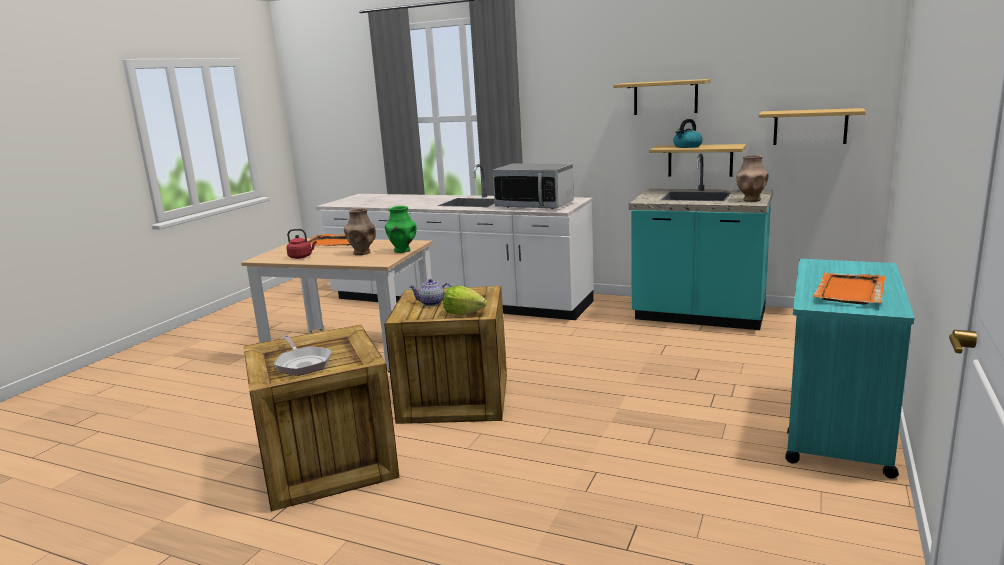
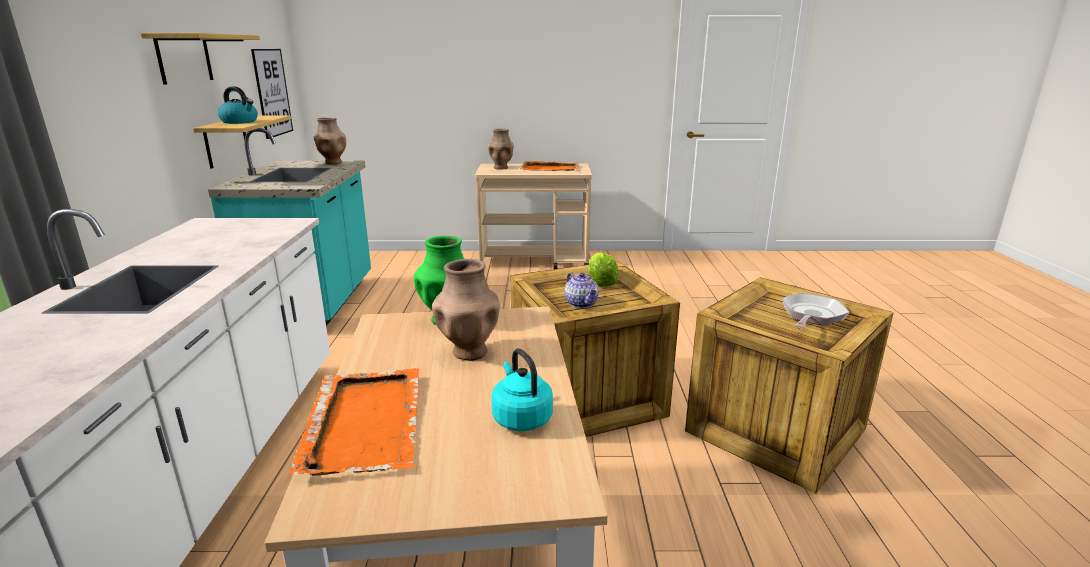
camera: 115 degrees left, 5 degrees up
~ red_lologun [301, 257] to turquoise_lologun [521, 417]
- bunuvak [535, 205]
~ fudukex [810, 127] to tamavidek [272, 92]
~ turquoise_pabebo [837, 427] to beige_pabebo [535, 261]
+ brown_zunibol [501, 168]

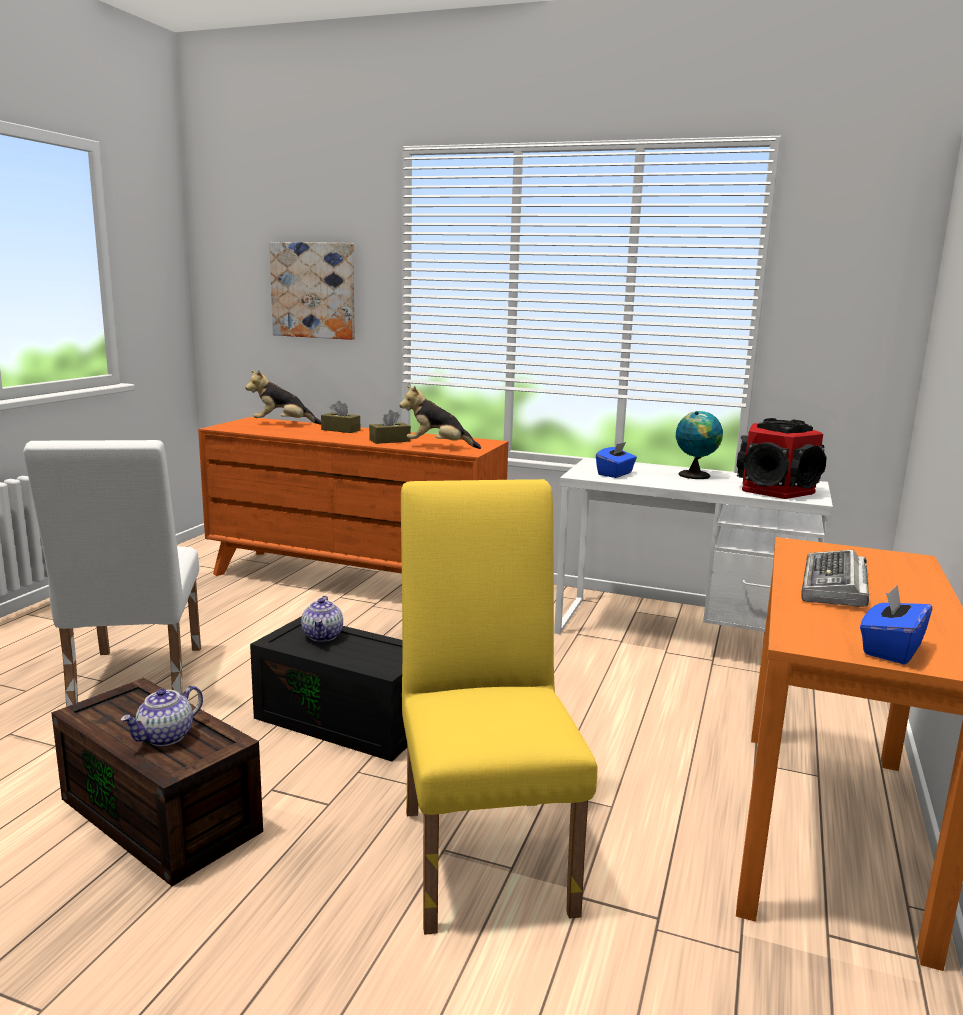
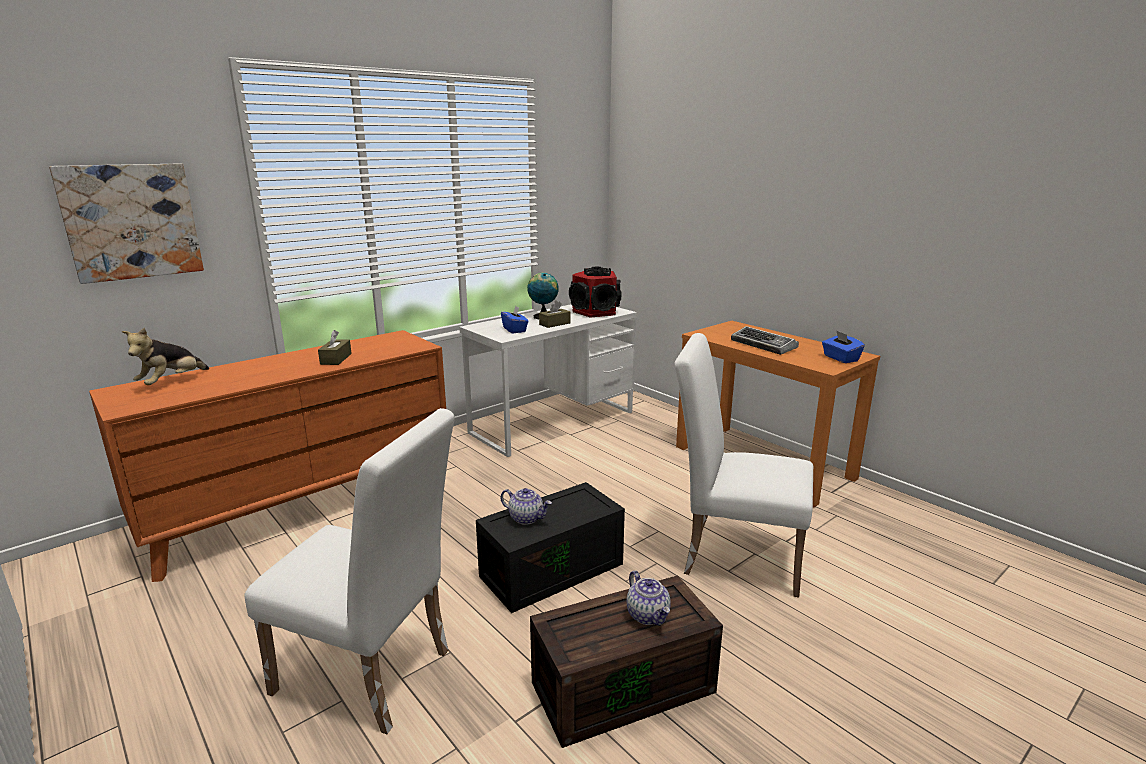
camera: 60 degrees left, 5 degrees up
~ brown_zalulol [340, 430] to [554, 324]
- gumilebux [438, 447]
~ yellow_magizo [485, 847] to white_magizo [733, 556]

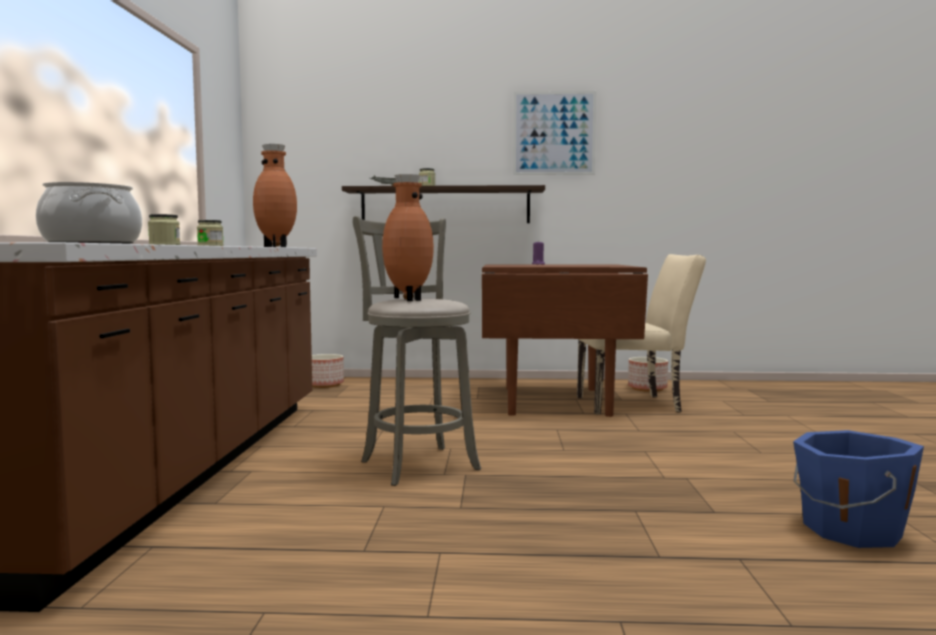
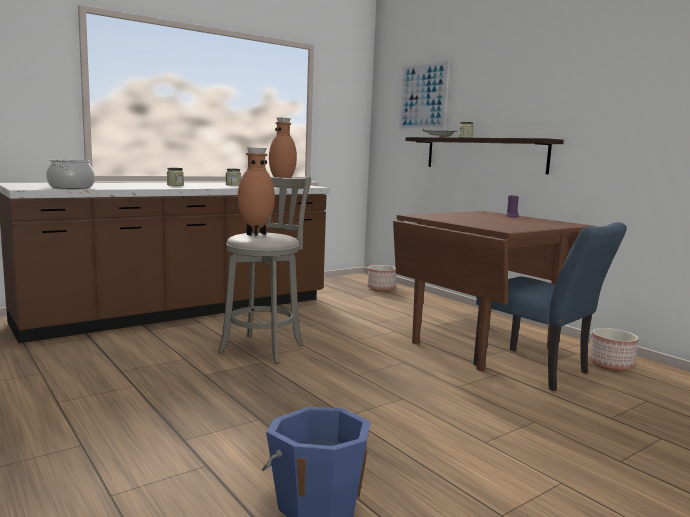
camera: 50 degrees right, 5 degrees up
~ tamavidek [554, 133] to [423, 96]
~ beige_magizo [635, 404] to blue_magizo [538, 371]

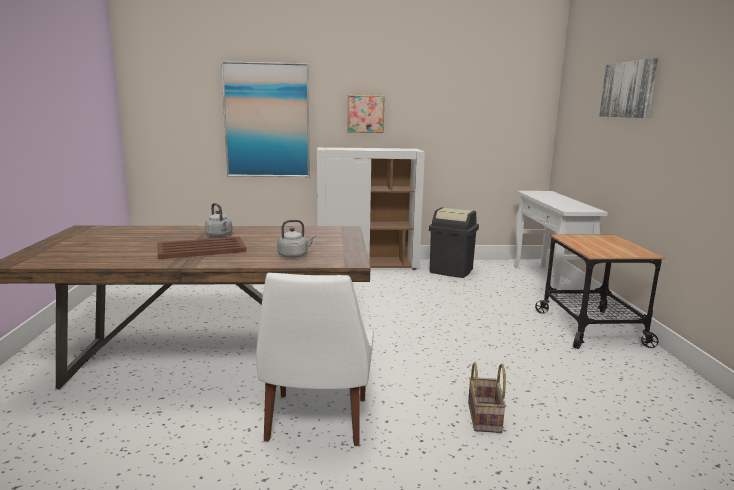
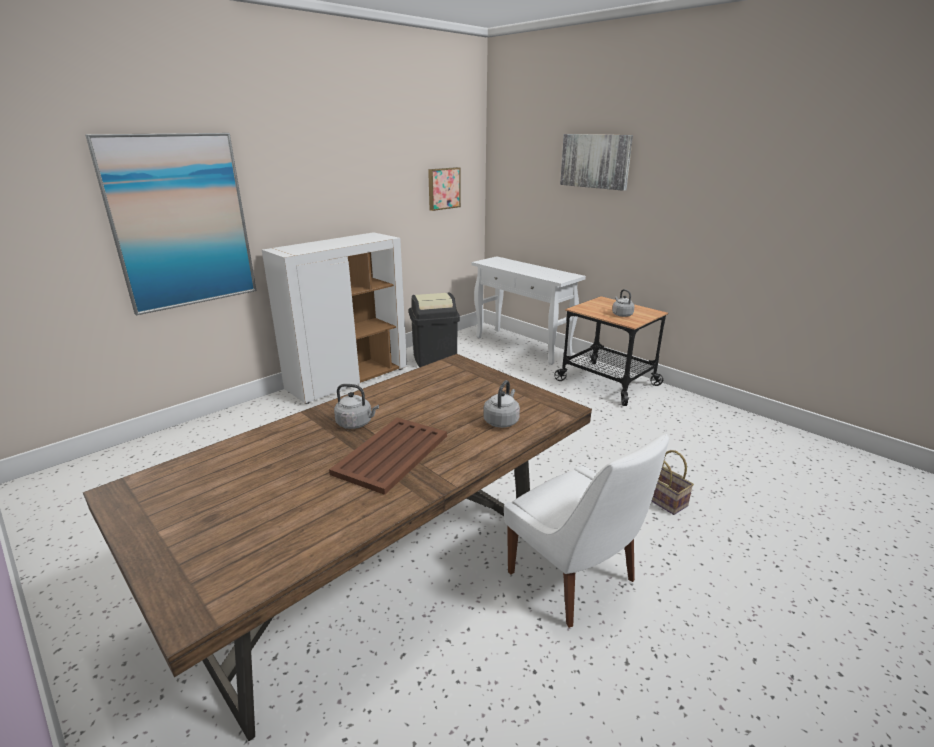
camera: 40 degrees left, 10 degrees up
~ tamavidek [365, 114] to [443, 188]
+ grey_lologun [621, 314]

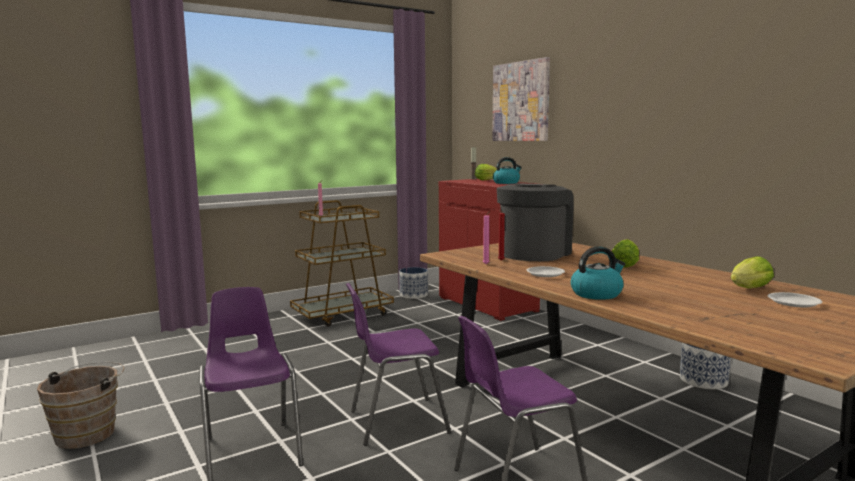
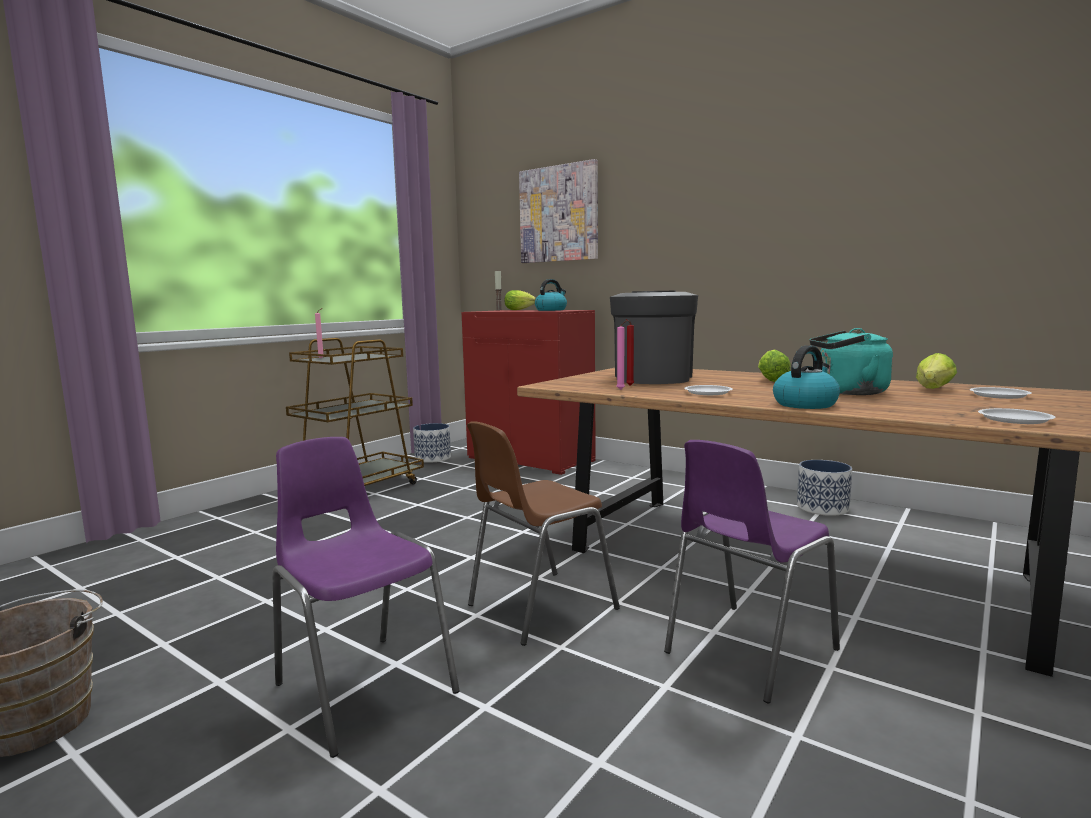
camera: 20 degrees left, 0 degrees up
~ purple_magizo [395, 421] to brown_magizo [538, 607]
+ turquoise_lologun [848, 392]
+ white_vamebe [1015, 420]

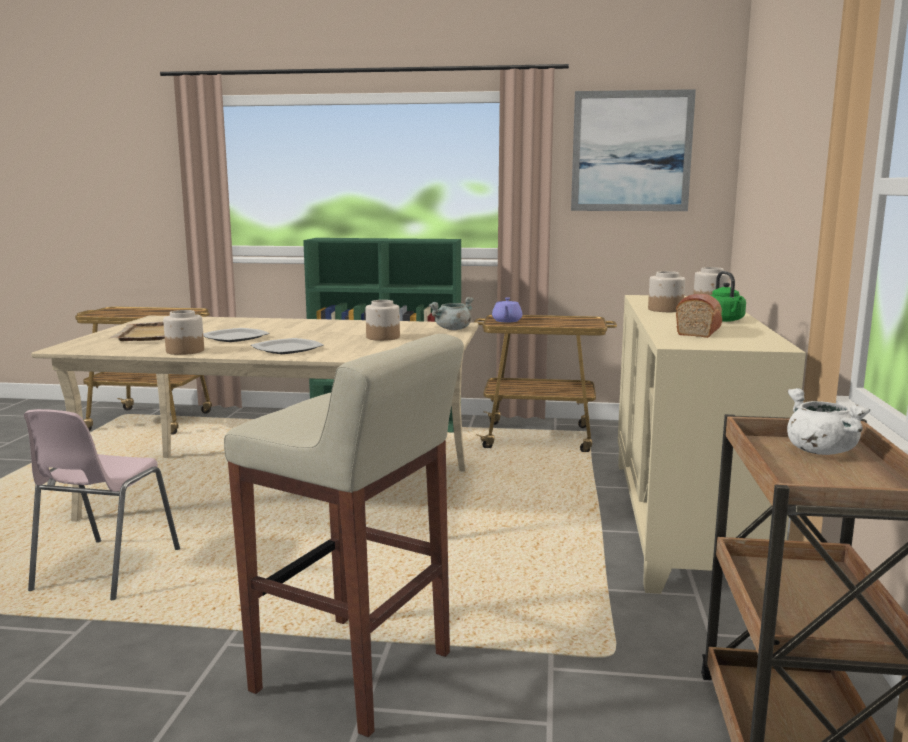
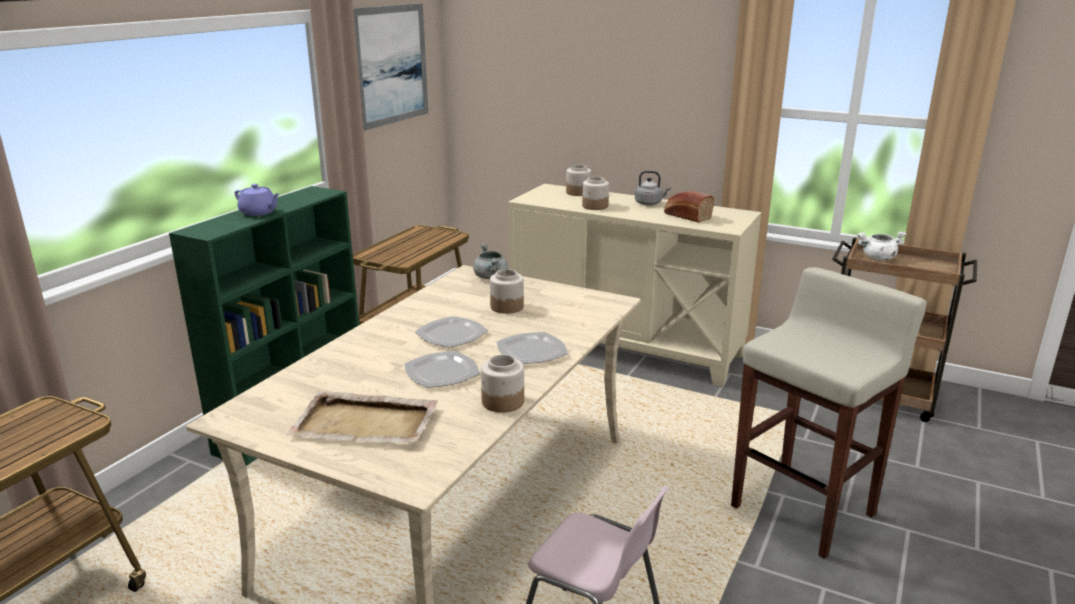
camera: 70 degrees left, 10 degrees up
~ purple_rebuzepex [506, 321] to [259, 212]
~ green_lologun [725, 320] to grey_lologun [650, 203]
+ vamebe [452, 334]

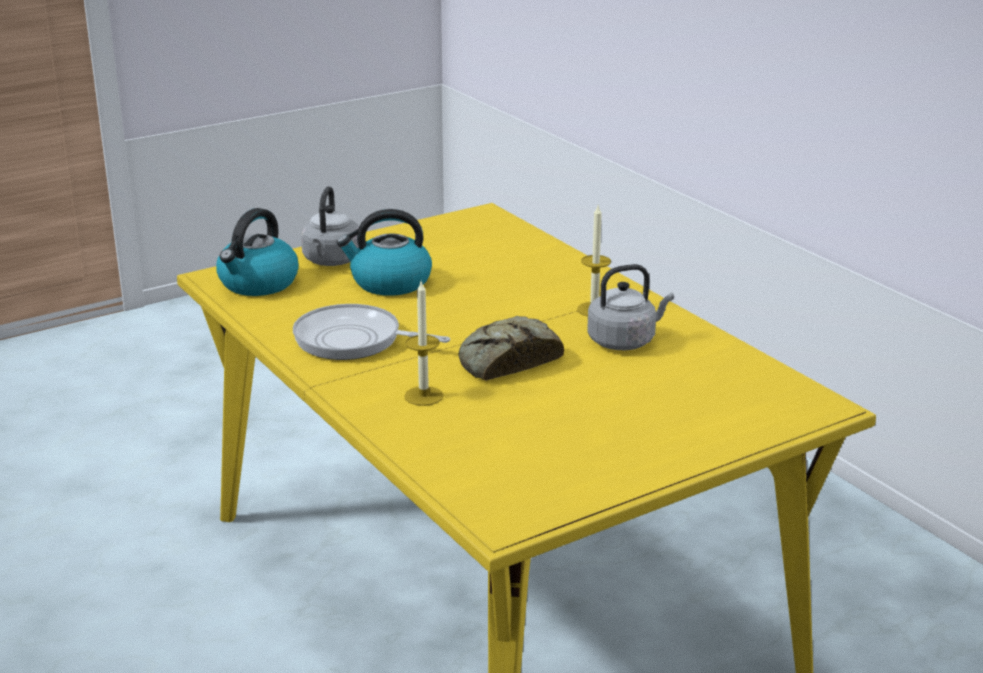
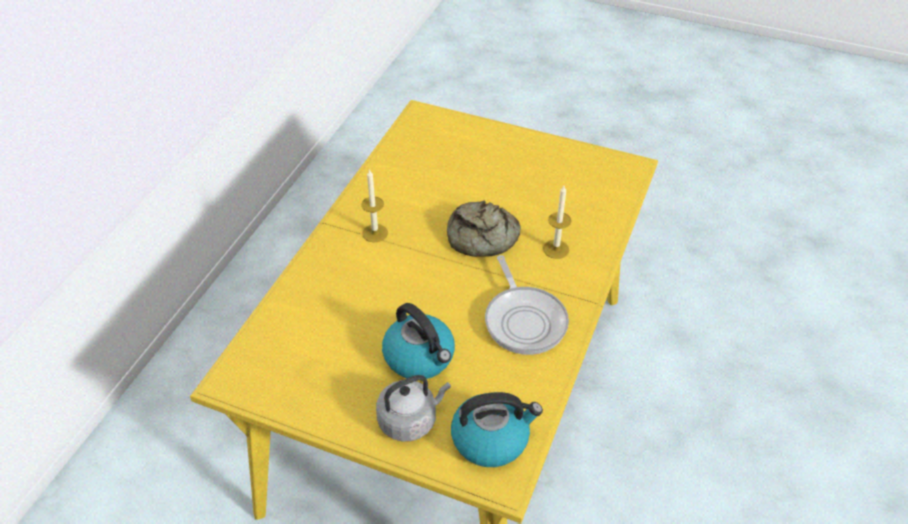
camera: 125 degrees left, 20 degrees up
- grey_lologun [624, 341]

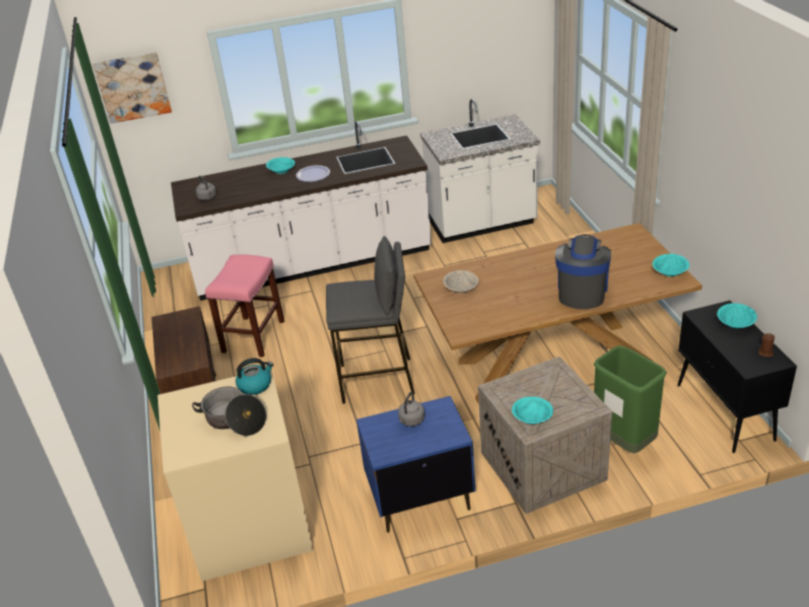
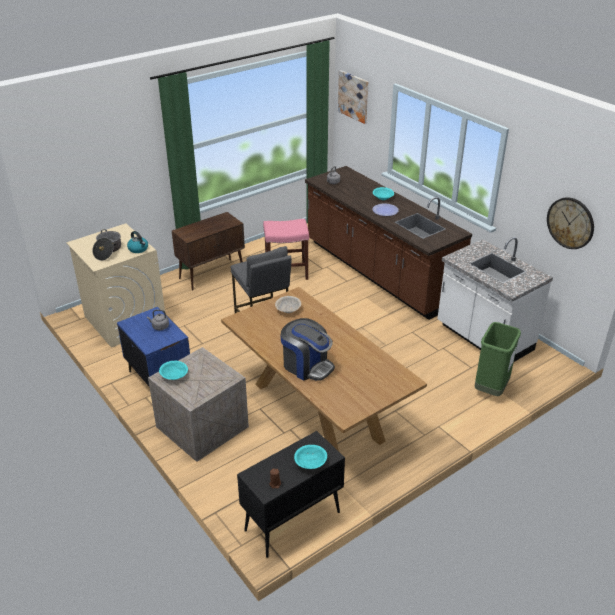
camera: 65 degrees right, 0 degrees up
~ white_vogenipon [313, 263] to brown_vogenipon [378, 272]
~ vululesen [581, 291] = [307, 366] 45 degrees clockwise
~ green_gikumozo [624, 442] to [491, 389]
- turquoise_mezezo [670, 272]
+ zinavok [570, 223]

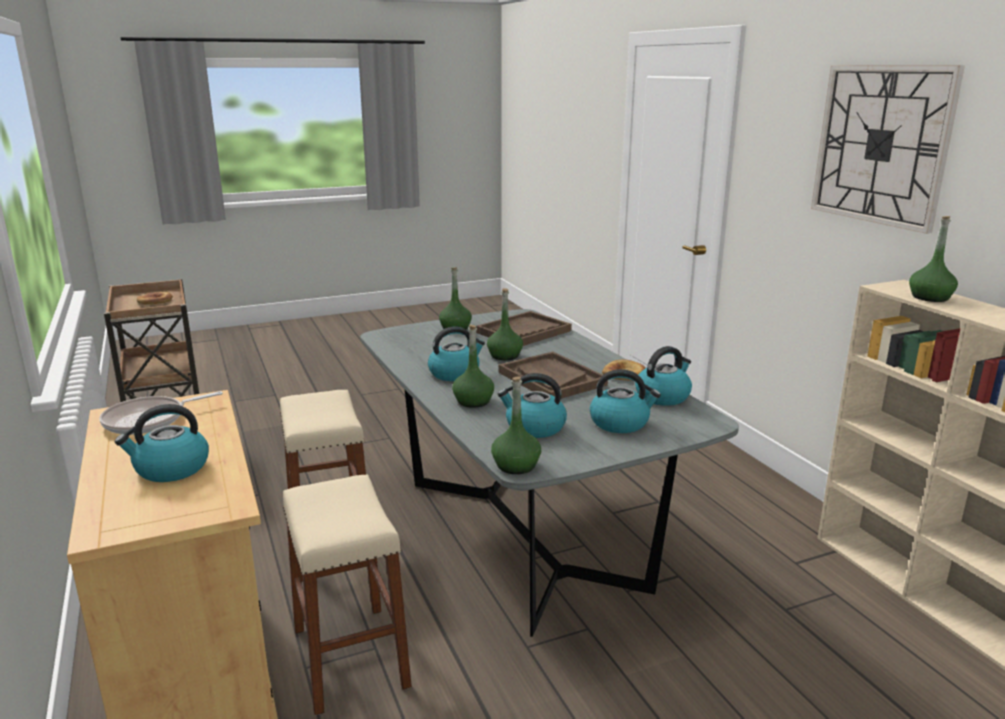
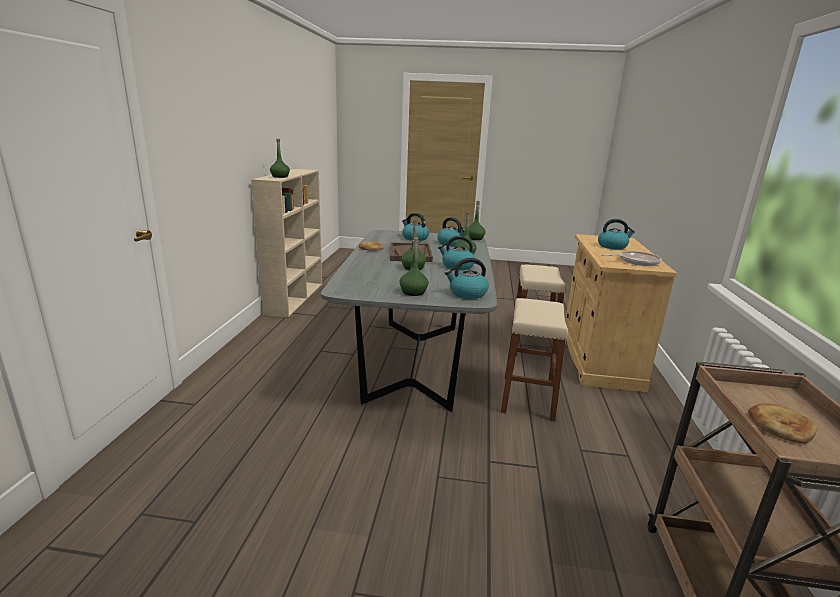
camera: 150 degrees left, 0 degrees up
- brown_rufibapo [523, 332]
~ lologun [663, 396] to [467, 293]
- zinavok [881, 145]

